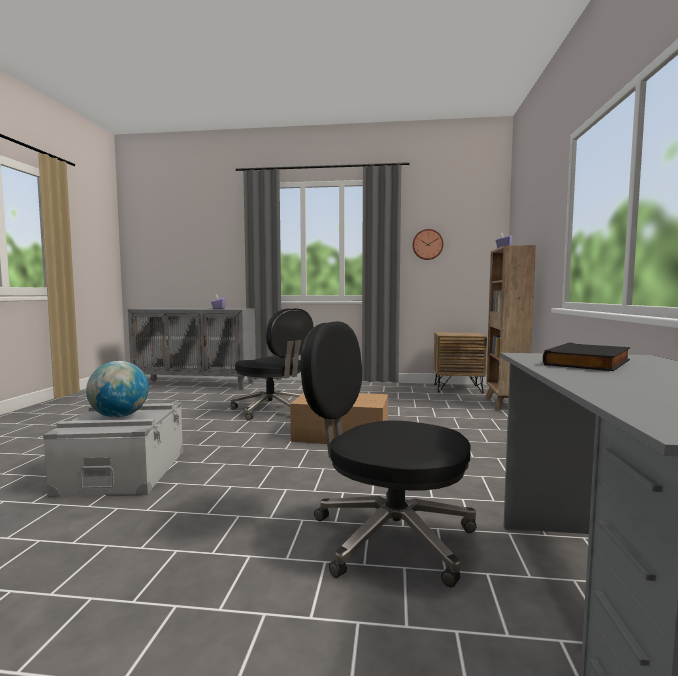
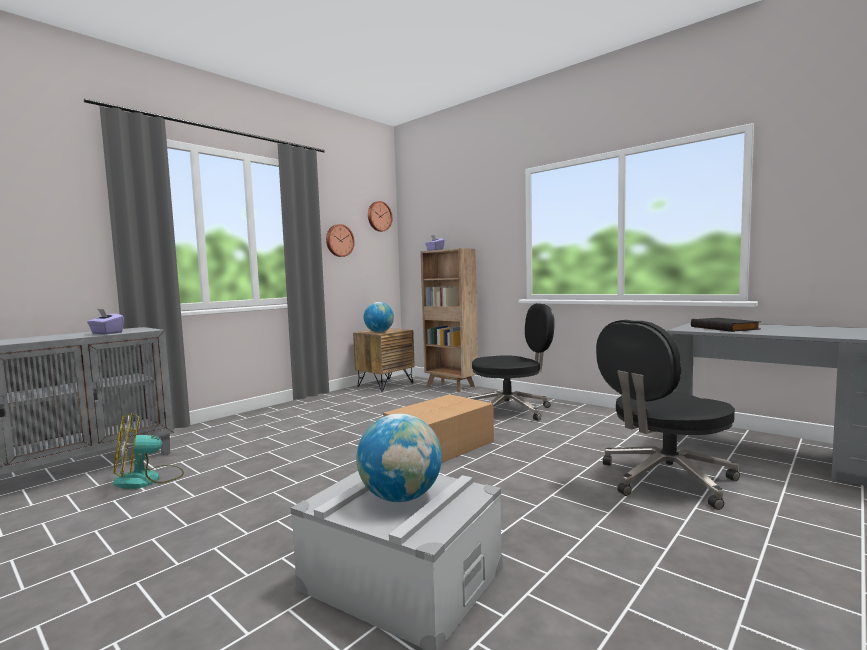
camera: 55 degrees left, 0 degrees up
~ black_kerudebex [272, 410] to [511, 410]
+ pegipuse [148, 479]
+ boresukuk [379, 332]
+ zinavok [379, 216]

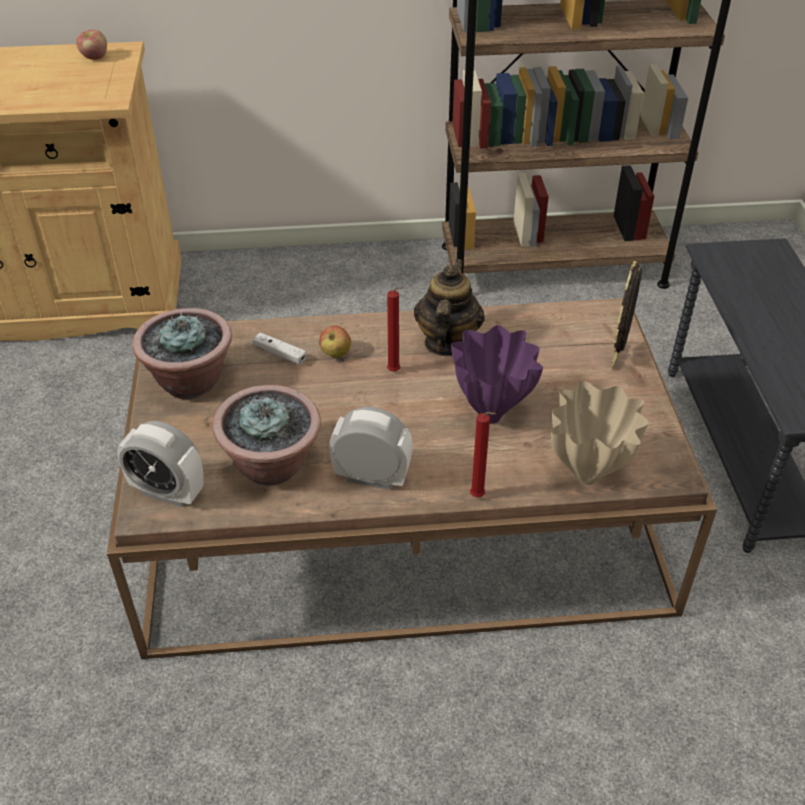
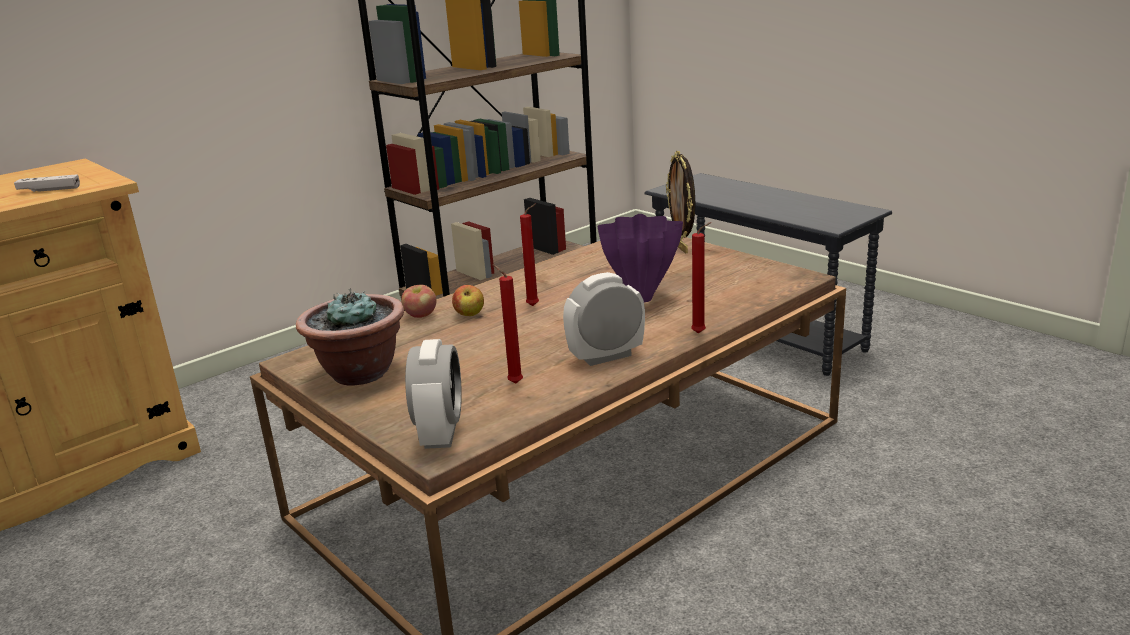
camera: 35 degrees left, 20 degrees down
~ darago [95, 57] to [421, 315]
~ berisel [167, 492] = [440, 434] 75 degrees counterclockwise
~ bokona [272, 465] to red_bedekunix [513, 383]
~ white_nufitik [280, 354] to [49, 190]
- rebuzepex [447, 342]
- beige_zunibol [588, 476]

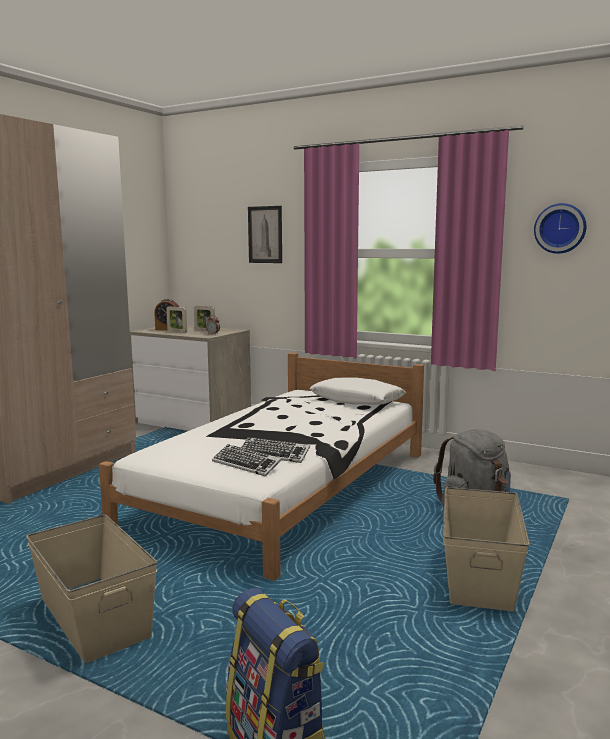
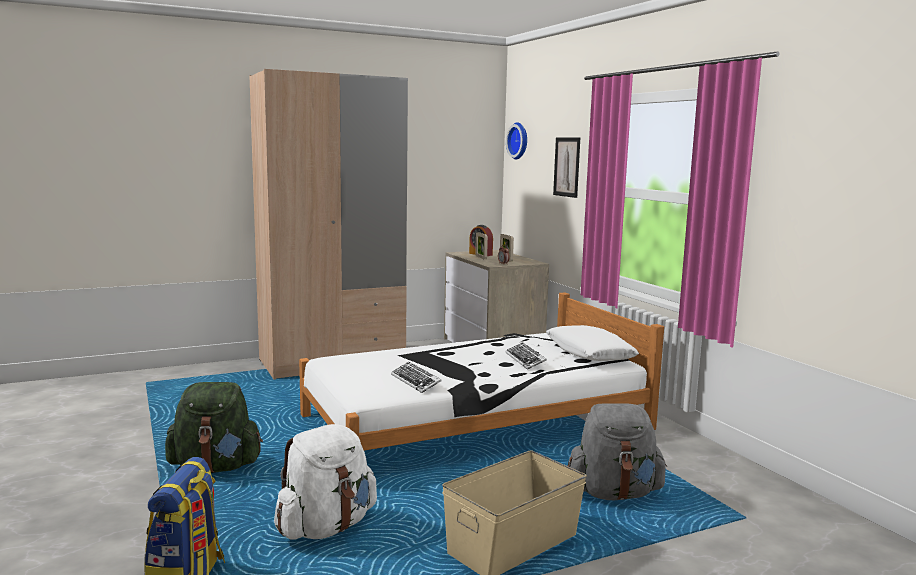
camera: 35 degrees right, 0 degrees up
~ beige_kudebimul [95, 617] to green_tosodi [216, 467]
~ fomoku [246, 465] to [525, 360]
~ zinavok [560, 228] to [519, 141]
+ white_tosodi [326, 527]

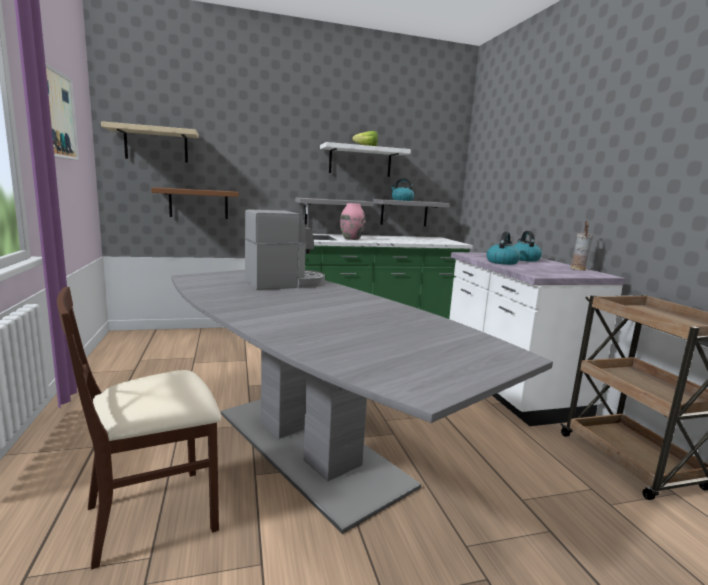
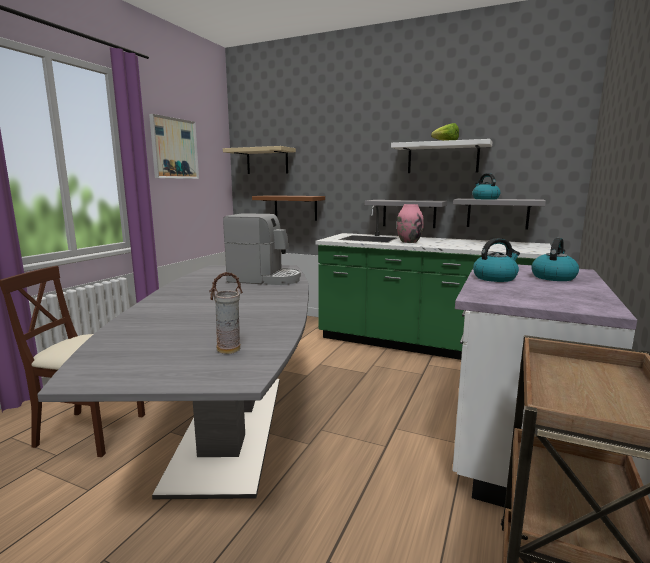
camera: 40 degrees right, 0 degrees up
~ zunibol [578, 269] to [229, 350]

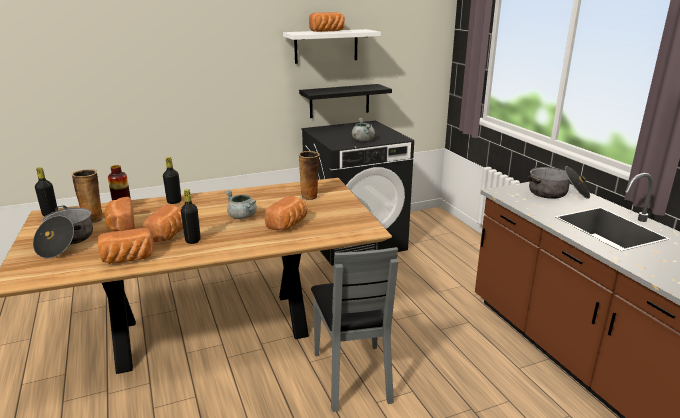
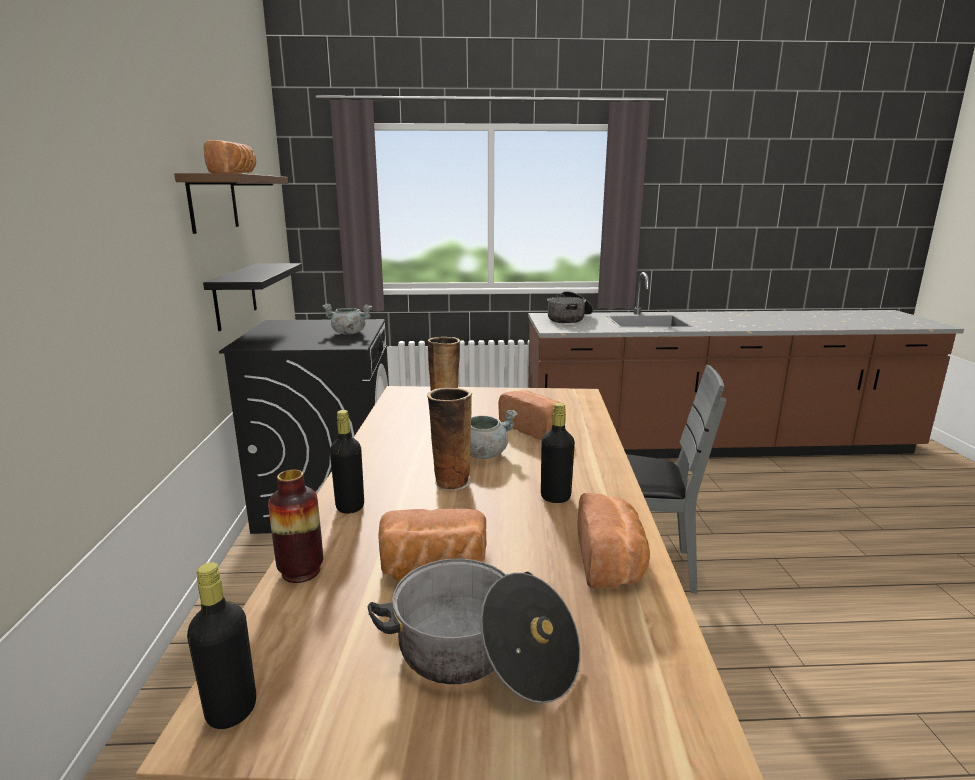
camera: 70 degrees left, 5 degrees down
~ zunibol [94, 219] to [451, 481]
- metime [169, 234]
~ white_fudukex [326, 46] to brown_fudukex [213, 202]

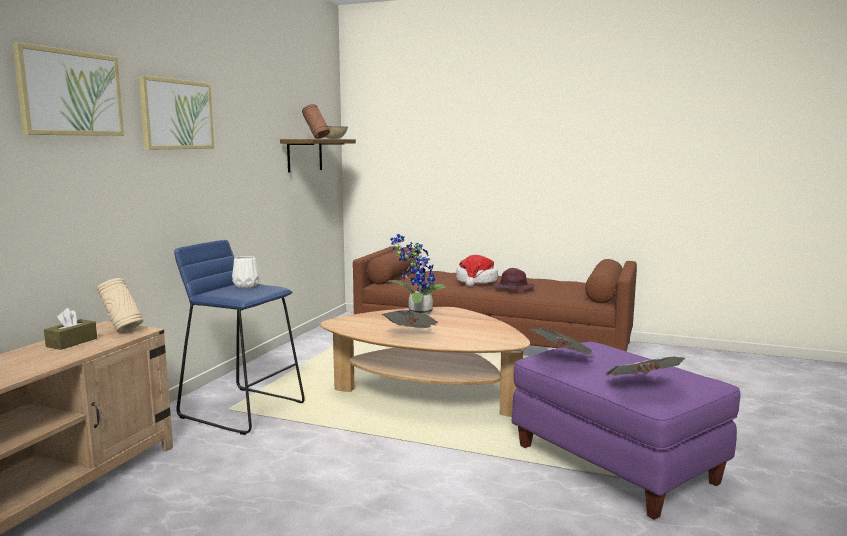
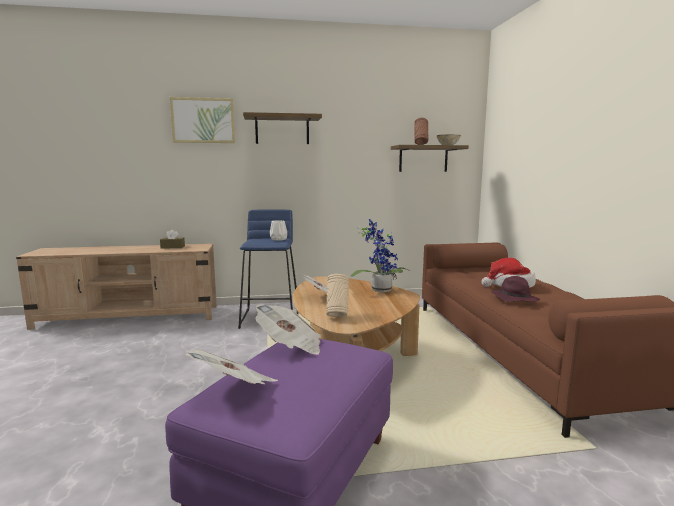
camera: 60 degrees right, 0 degrees up
~ beige_zunibol [122, 330] to [337, 315]
~ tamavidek [176, 114] to fudukex [282, 130]

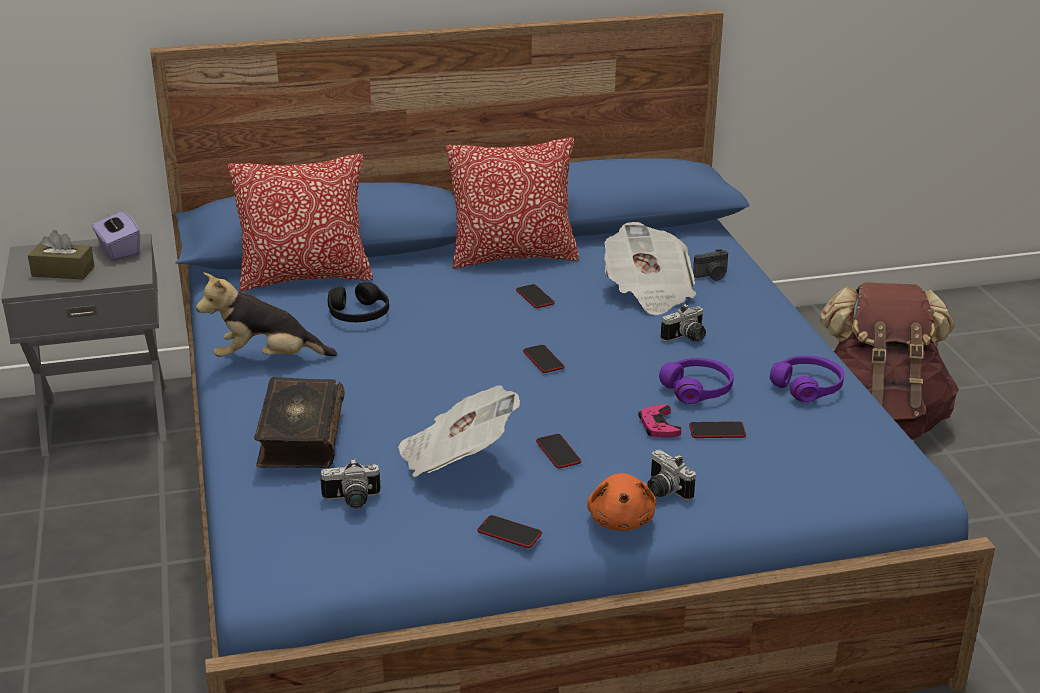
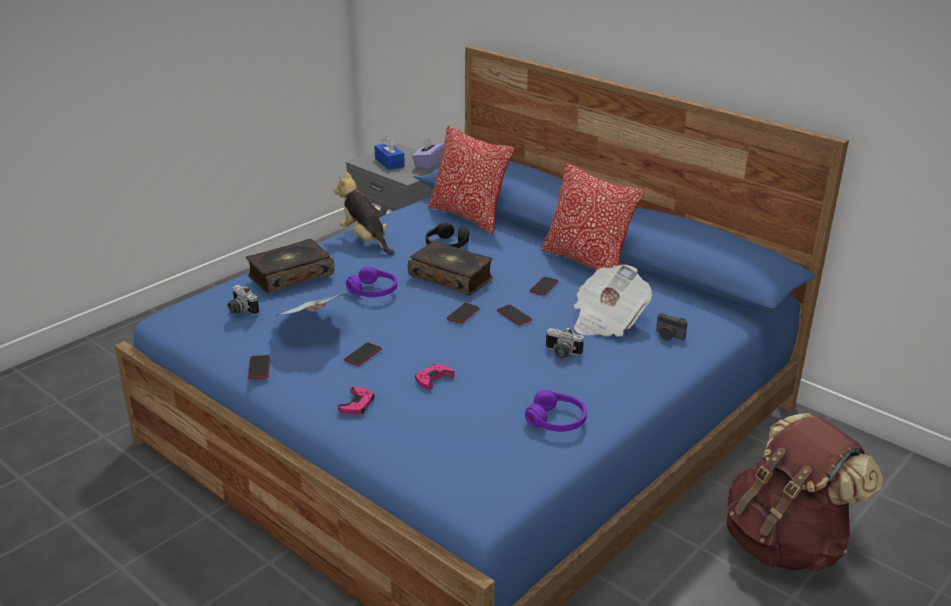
camera: 55 degrees right, 0 degrees up
~ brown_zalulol [63, 271] to blue_zalulol [389, 163]
- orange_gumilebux [621, 520]
~ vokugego [663, 490] to pink_nufitik [357, 404]
~ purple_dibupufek [697, 389] to [373, 291]
~ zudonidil [717, 431] to [514, 315]
+ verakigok [451, 277]

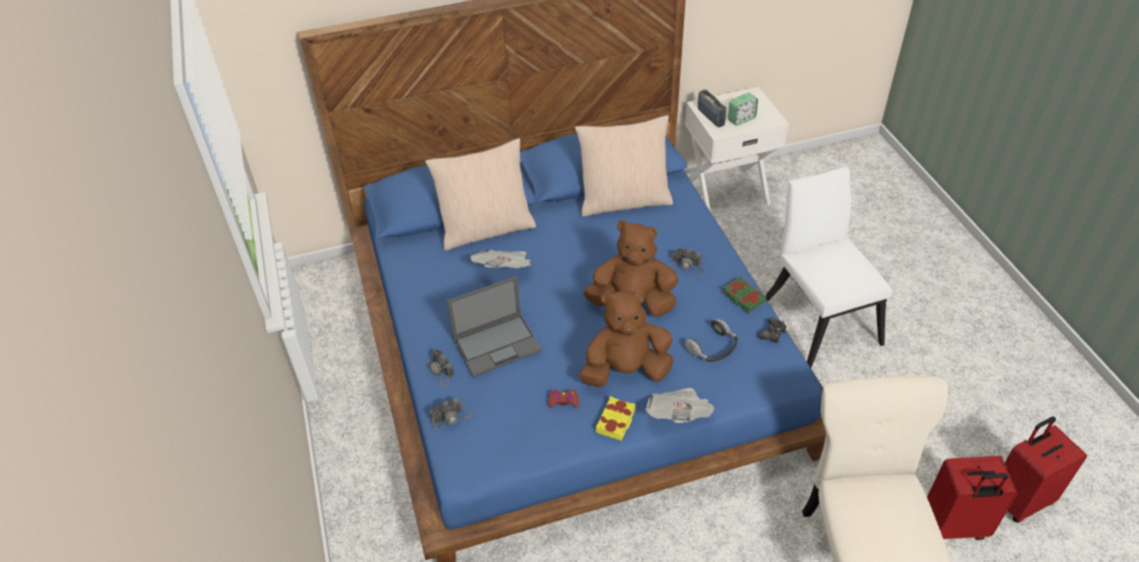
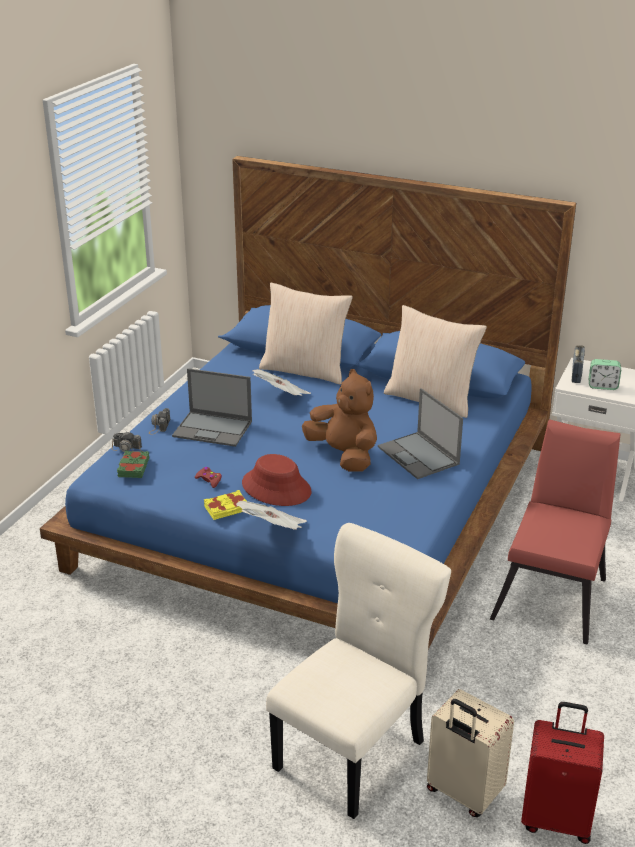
camera: 40 degrees right, 15 degrees down
~ brown_gumilebux [625, 371] to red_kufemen [276, 488]
~ vokugego [688, 265] to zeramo [419, 456]
- dibupufek [713, 347]
~ green_verakigok [743, 298] to [133, 467]
- black_nufitik [772, 333]
~ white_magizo [819, 316] to red_magizo [553, 593]
~ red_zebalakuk [954, 527] to beige_zebalakuk [463, 793]

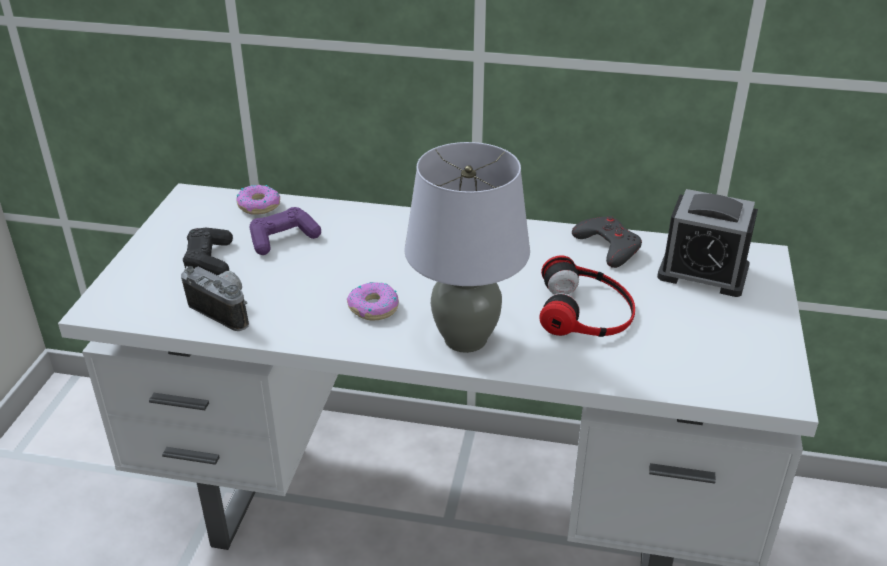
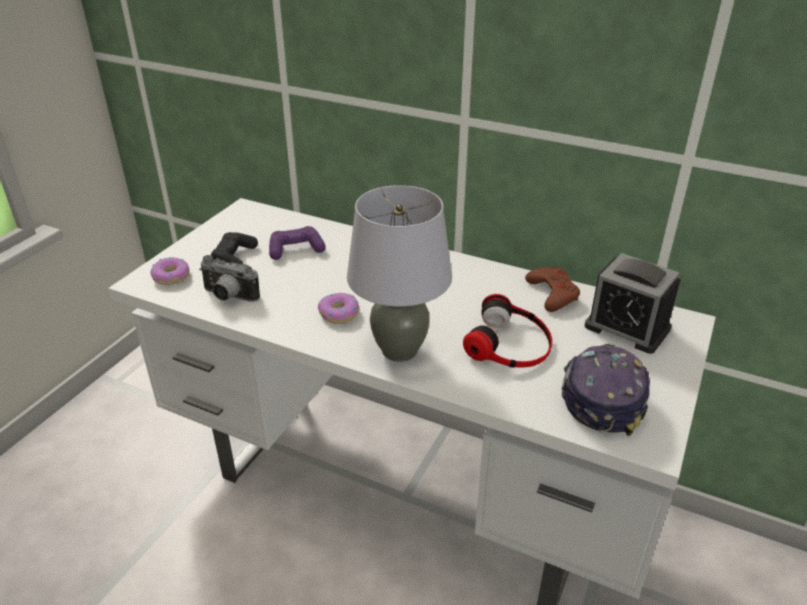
camera: 15 degrees right, 0 degrees up
~ vokugego [225, 310] = [228, 297] 150 degrees clockwise
~ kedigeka [259, 205] to [171, 276]
~ grey_nufitik [608, 246] to brown_nufitik [552, 293]
+ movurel [602, 397]

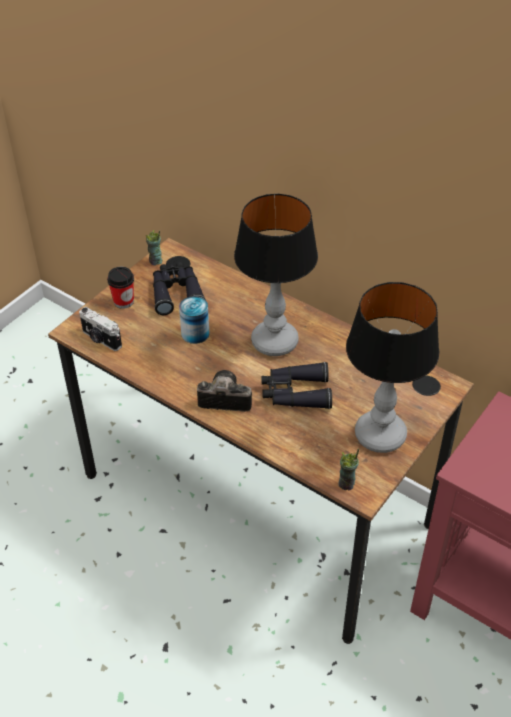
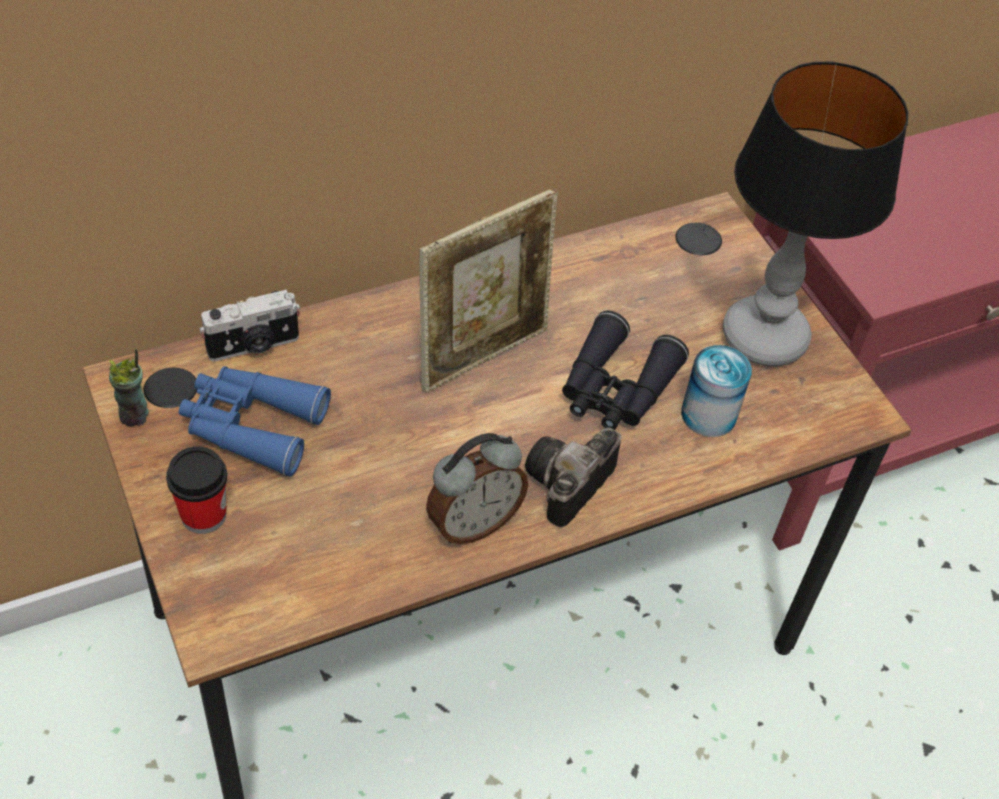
camera: 65 degrees left, 5 degrees up
~ vokugego [101, 339] to [254, 346]
~ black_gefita [176, 293] to blue_gefita [251, 425]
~ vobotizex [195, 333] to [708, 414]
~ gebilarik [275, 341] to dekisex [482, 354]
- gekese [347, 484]
+ berisel [473, 523]

